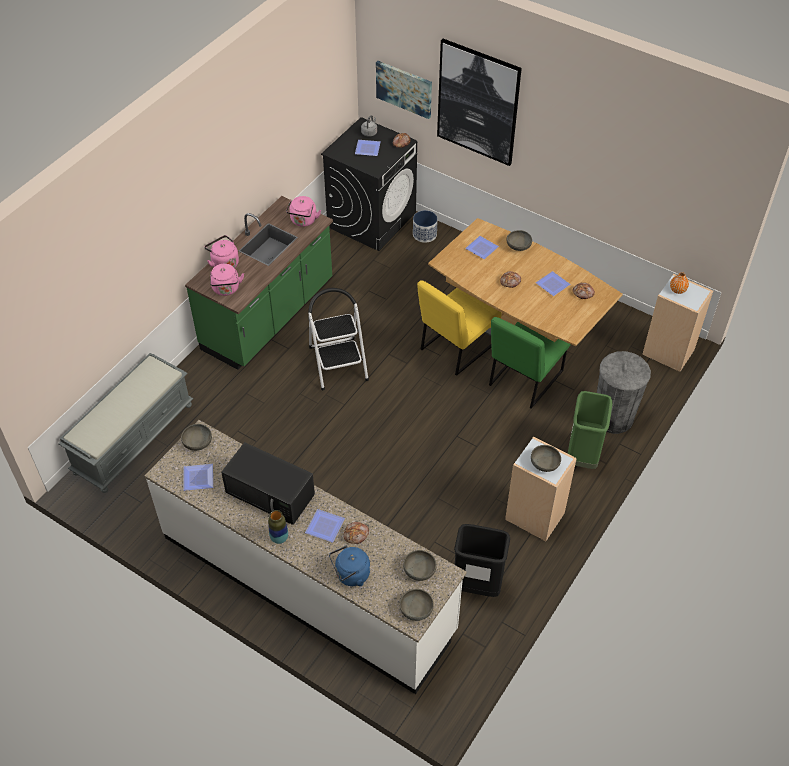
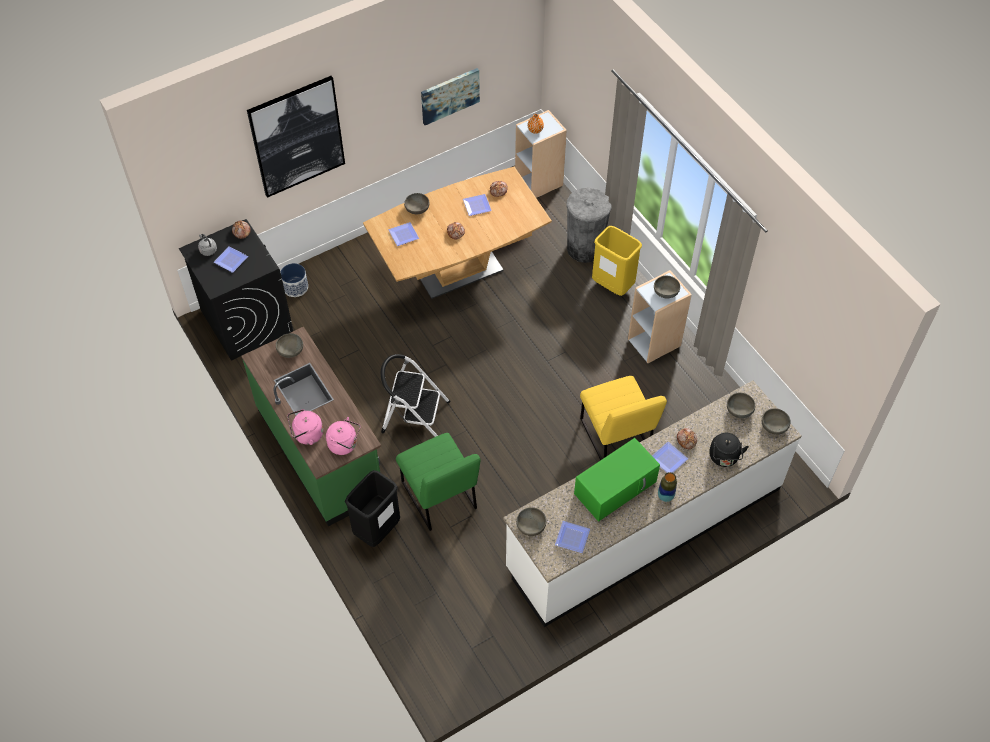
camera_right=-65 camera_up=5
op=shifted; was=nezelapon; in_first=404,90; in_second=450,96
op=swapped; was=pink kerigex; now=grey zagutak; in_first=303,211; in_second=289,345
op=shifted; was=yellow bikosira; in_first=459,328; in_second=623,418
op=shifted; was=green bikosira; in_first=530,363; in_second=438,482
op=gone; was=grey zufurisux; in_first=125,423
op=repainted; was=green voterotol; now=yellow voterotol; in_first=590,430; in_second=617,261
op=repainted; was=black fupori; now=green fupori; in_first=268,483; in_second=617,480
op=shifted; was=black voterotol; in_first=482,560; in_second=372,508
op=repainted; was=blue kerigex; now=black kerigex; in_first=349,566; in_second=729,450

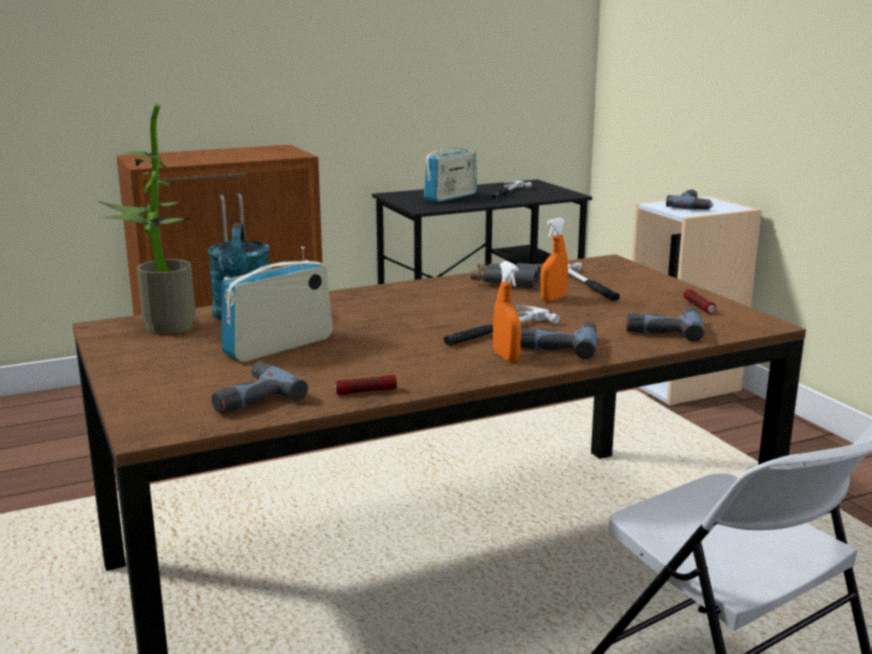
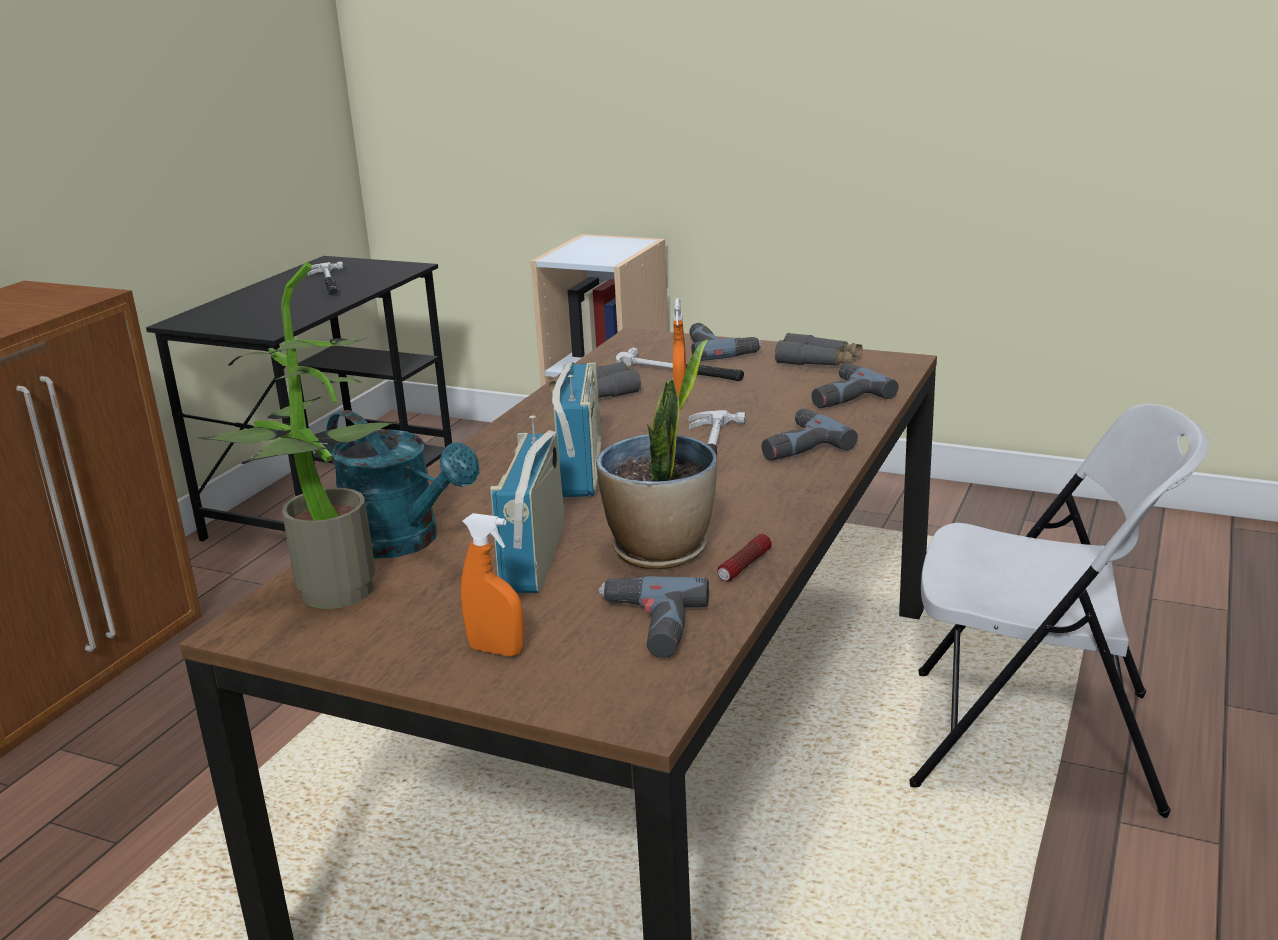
camera_right=-40 camera_up=5
op=shifted; was=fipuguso; in_first=450,173; in_second=576,429
op=shifted; was=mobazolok; in_first=690,199; in_second=725,342
op=shifted; was=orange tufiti; in_first=507,311; in_second=492,584
op=swapped; was=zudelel; now=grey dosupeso; in_first=699,301; in_second=818,349
op=new; now=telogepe; in_second=656,454

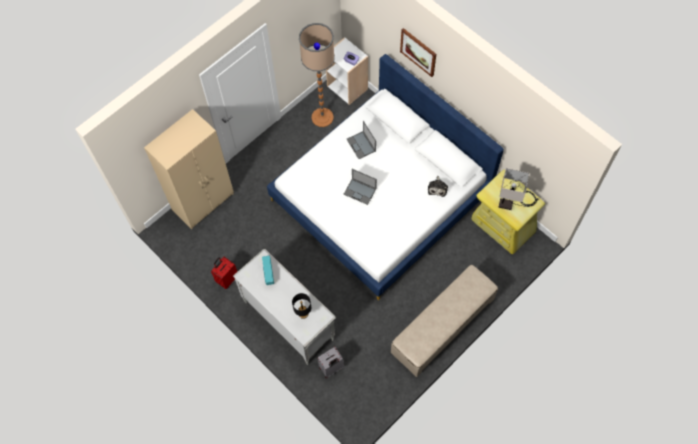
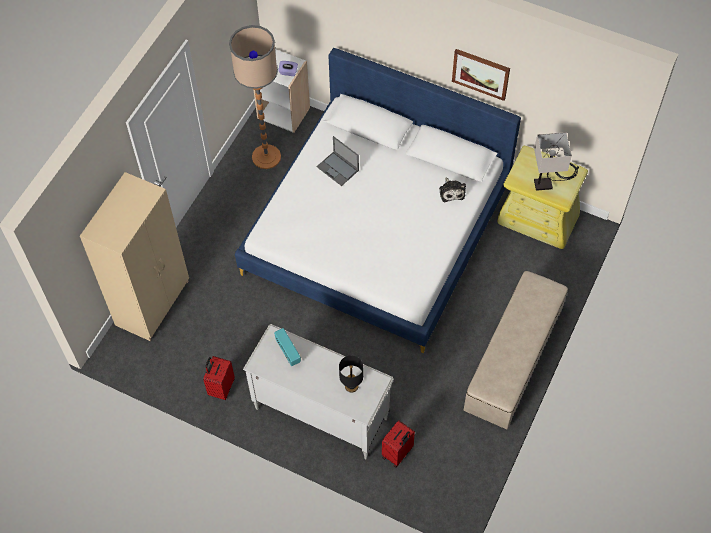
camera_right=-20 camera_up=-5
op=shifted; was=nezelapon; in_first=418,52; in_second=481,75
op=gone; was=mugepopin; in_first=360,187
op=repainted; was=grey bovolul; now=red bovolul; in_first=331,362; in_second=398,444

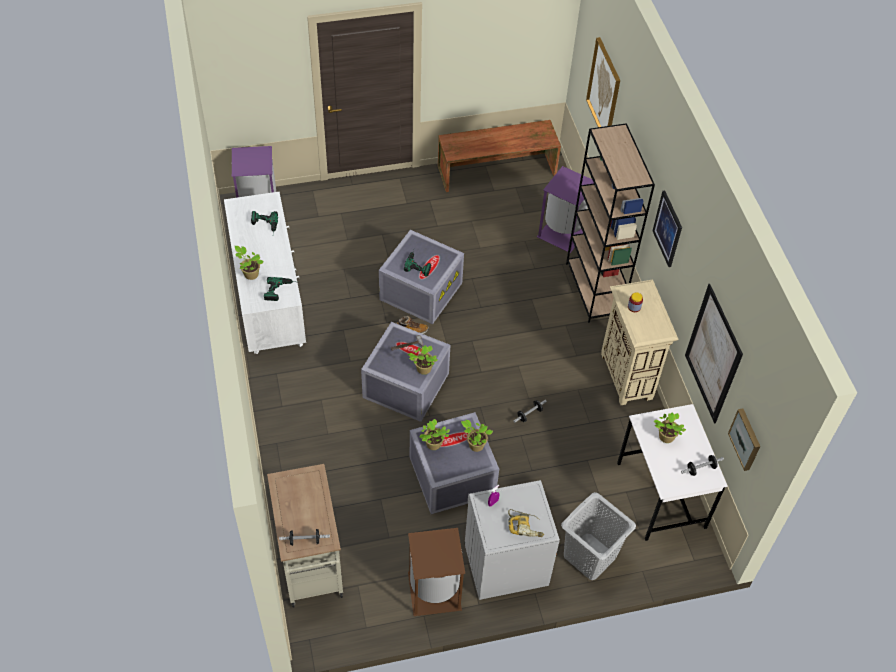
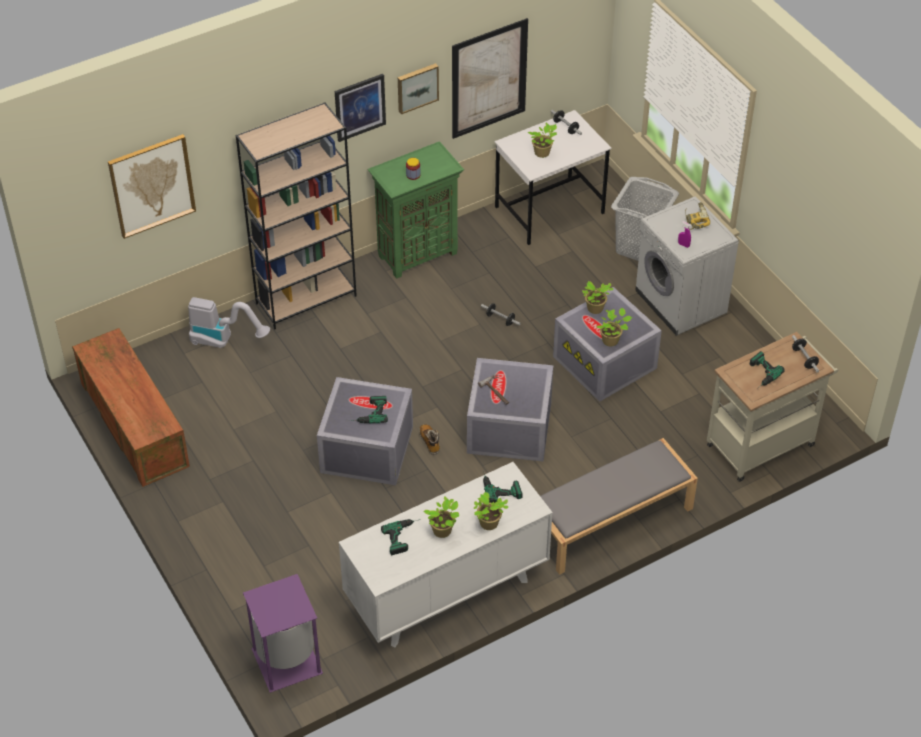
camera_right=-105 camera_up=-5
op=swapped; was=purple voterotol; now=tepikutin; in_first=565,209; in_second=229,322
op=repainted; was=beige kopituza; now=green kopituza; in_first=640,342; in_second=415,210
op=shifted; was=telogepe; in_first=422,360; in_second=441,517
op=shifted; was=nezelapon; in_first=744,439; in_second=418,88
op=gone; was=brown voterotol; in_first=436,572
op=new; now=mobazolok; in_second=767,370
op=new; now=grey zufurisux; in_second=619,506

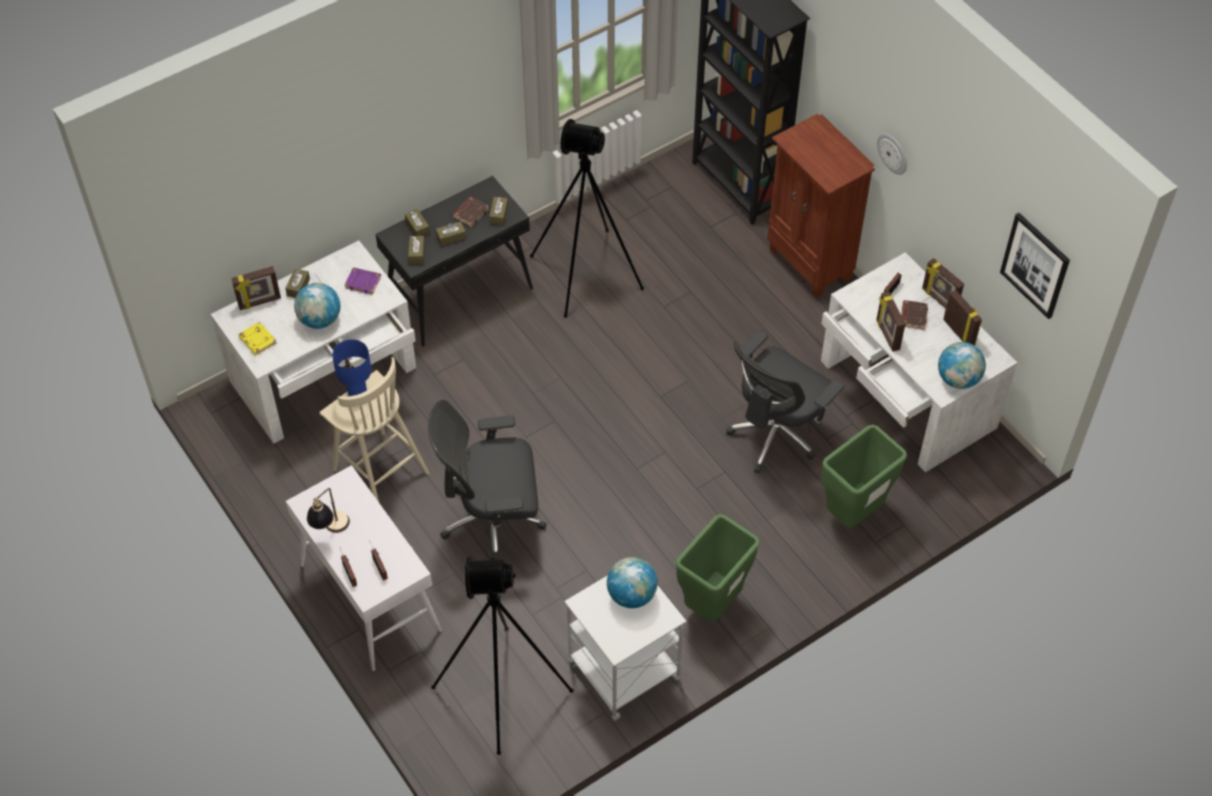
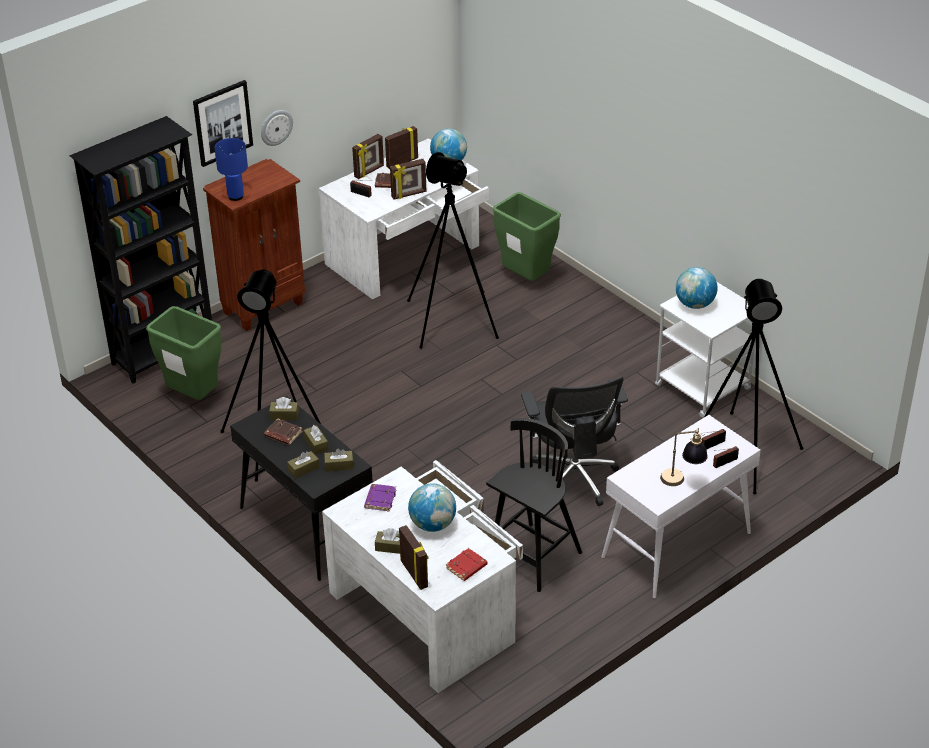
camera_right=-95 camera_up=-15
op=shifted; was=nezelapon; in_first=1035,266; in_second=223,123
op=repainted; was=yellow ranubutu; now=red ranubutu; in_first=257,338; in_second=466,564
op=swapped; was=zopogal; now=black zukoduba; in_first=785,402; in_second=453,250
op=shifted; was=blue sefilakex; in_first=351,367; in_second=231,169
op=repainted; was=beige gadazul; now=black gadazul; in_first=374,429; in_second=534,505
op=shifted; was=green voterotol; in_first=718,568; in_second=184,353

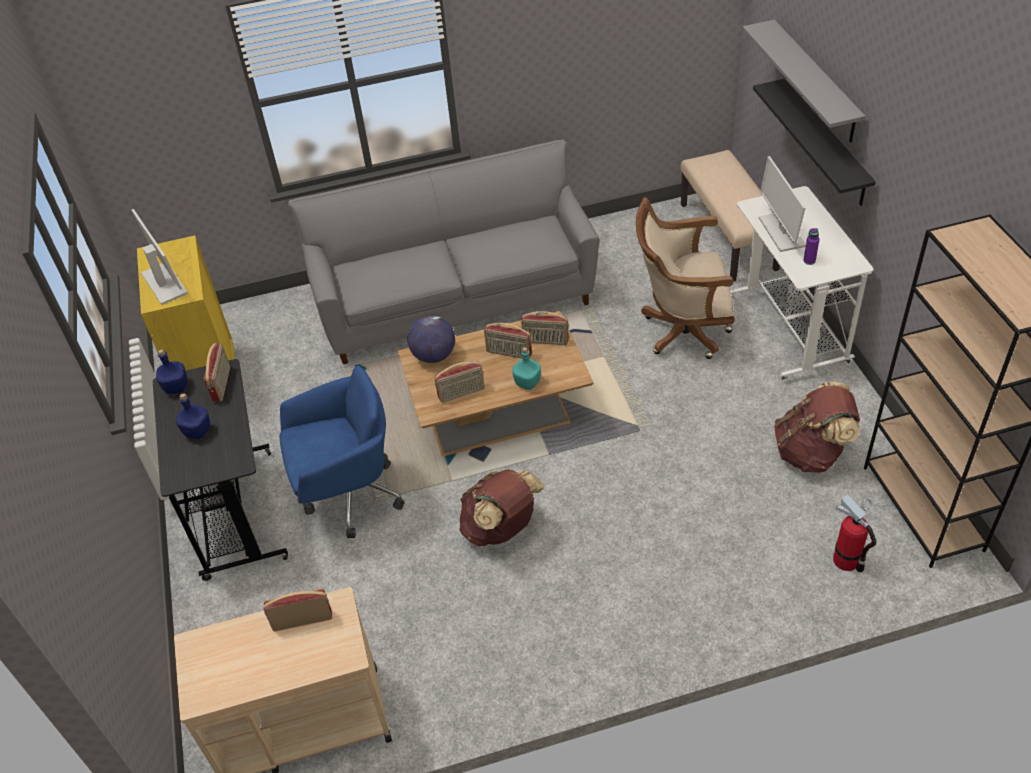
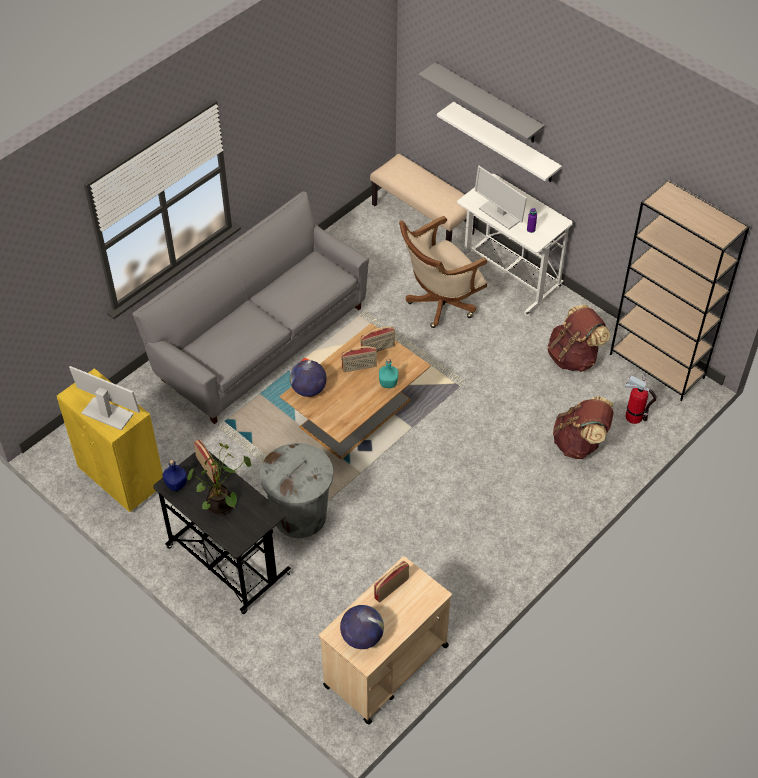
camera_right=-35 camera_up=5
op=repainted; was=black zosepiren; now=white zosepiren; in_first=814,142; in_second=499,142
op=gone; was=fipuguso; in_first=459,382
op=swapped; was=blue zopogal; now=grey voterotol; in_first=342,451; in_second=296,490
op=swapped; was=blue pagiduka; now=telogepe; in_first=192,416; in_second=219,479
op=shifted; was=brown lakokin; in_first=501,507; in_second=583,427
op=new; now=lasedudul; in_second=362,627

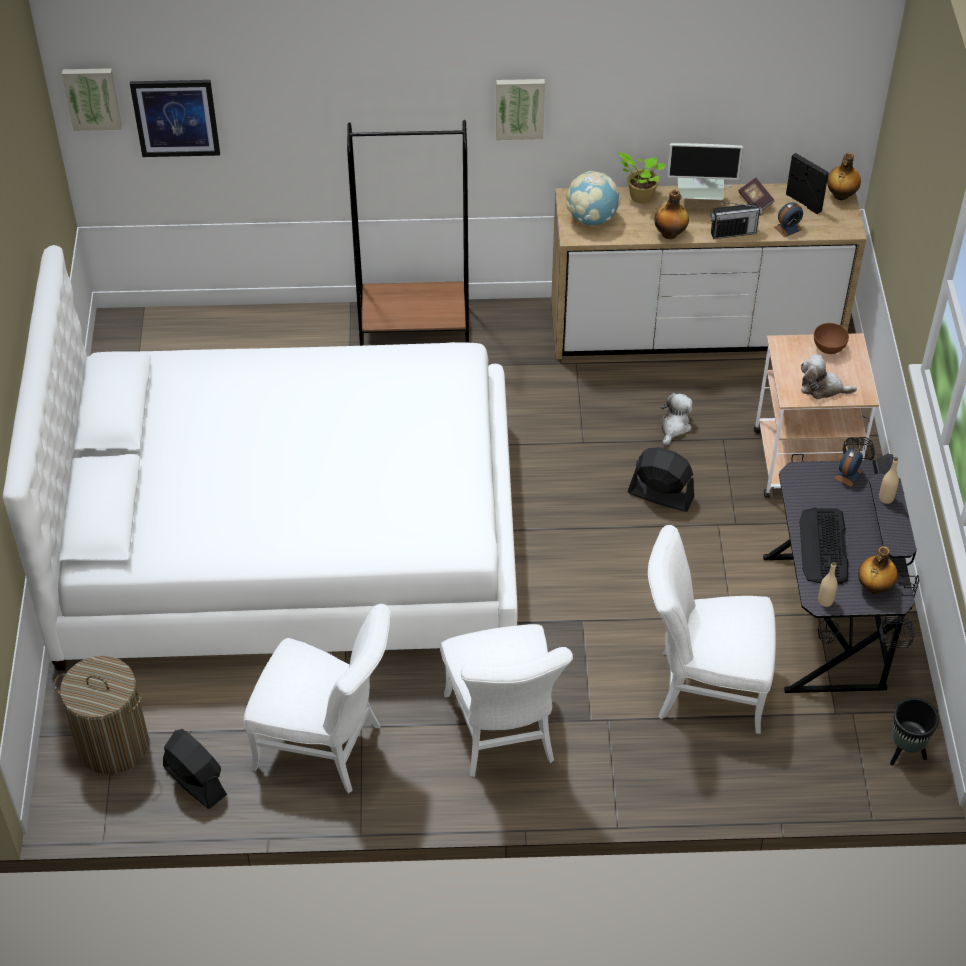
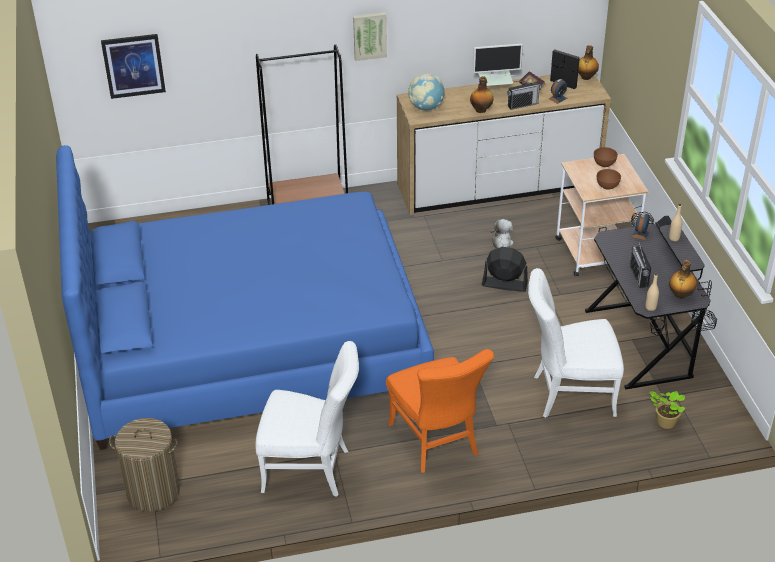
camera_right=-10 camera_up=-10
op=gone; was=nezelapon; in_first=92,99
op=shifted; was=telogepe; in_first=642,178; in_second=667,410
op=repainted; was=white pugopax; now=blue pugopax; in_first=260,458; in_second=245,297
op=swapped; was=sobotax; now=brown zagutak; in_first=829,376; in_second=609,179
op=swapped; was=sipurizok; now=fipuguso; in_first=823,546; in_second=640,264
op=repainted; was=white bikosira; now=orange bikosira; in_first=506,700; in_second=440,411
op=gone; was=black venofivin; in_first=914,731
op=gone; was=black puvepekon; in_first=195,769

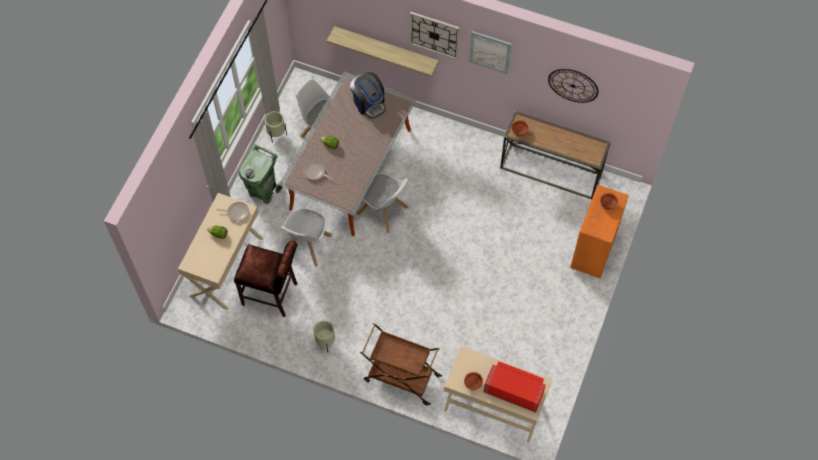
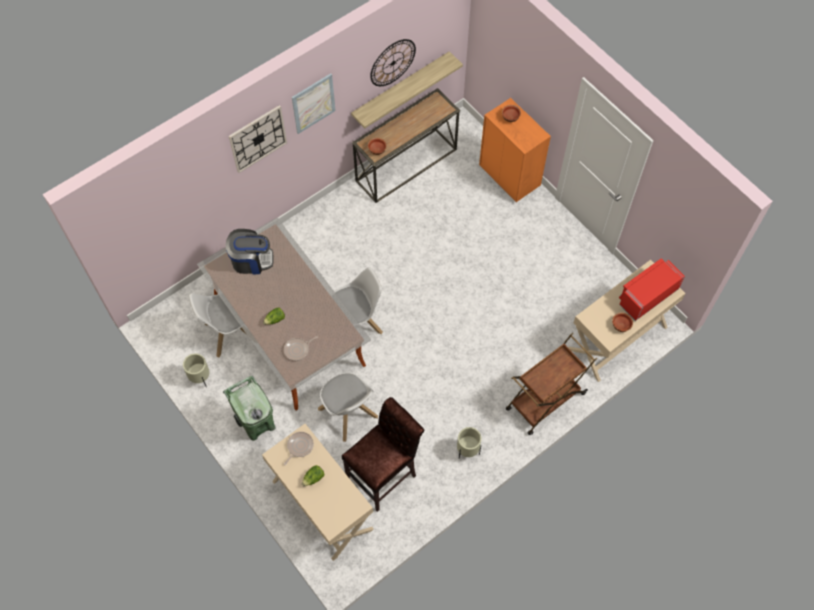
camera_right=-60 camera_up=0
op=shifted; was=zosepiren; in_first=383,51; in_second=407,90

